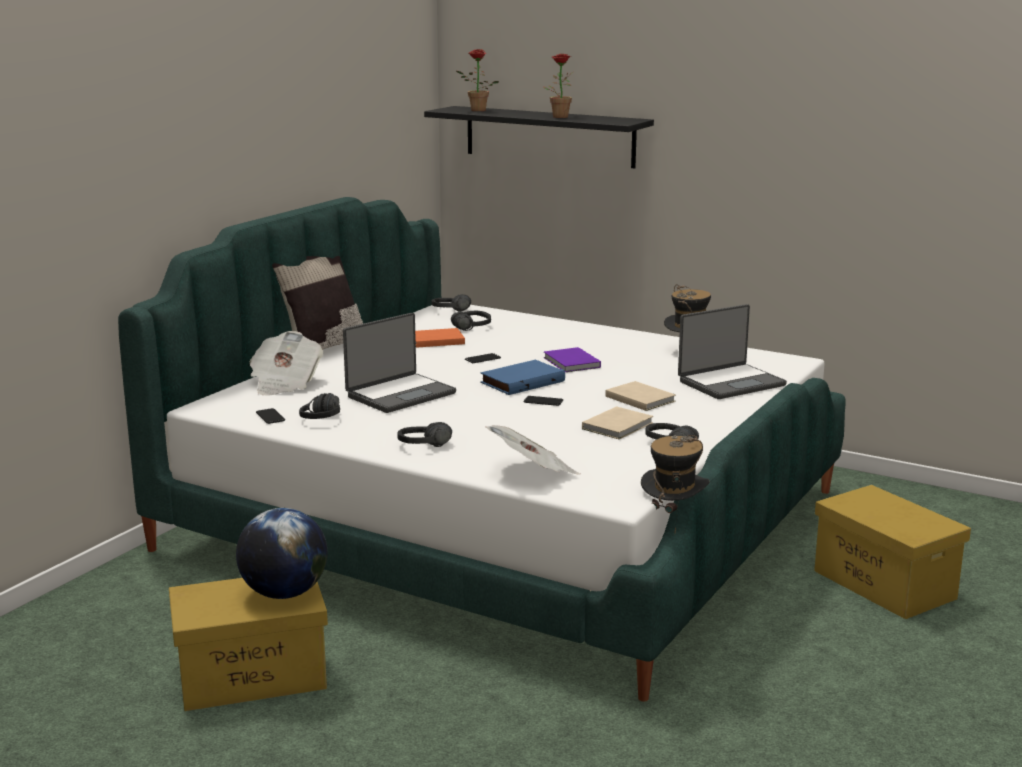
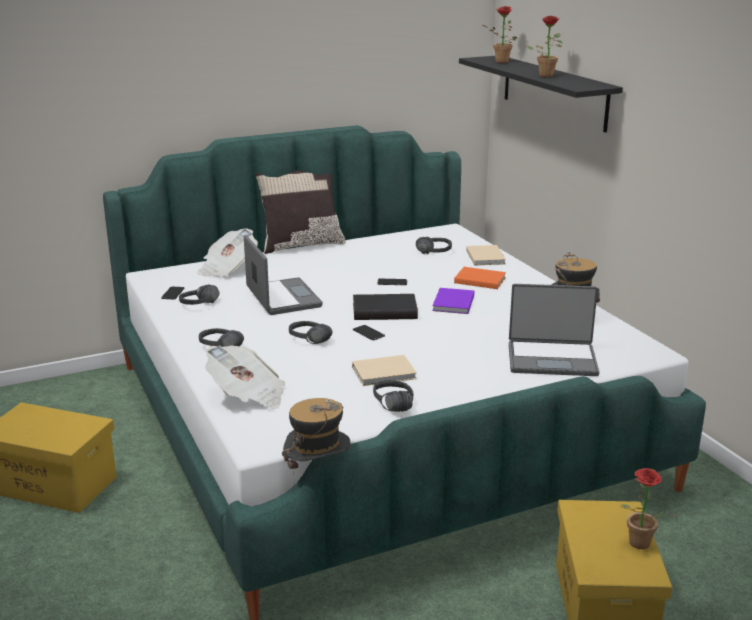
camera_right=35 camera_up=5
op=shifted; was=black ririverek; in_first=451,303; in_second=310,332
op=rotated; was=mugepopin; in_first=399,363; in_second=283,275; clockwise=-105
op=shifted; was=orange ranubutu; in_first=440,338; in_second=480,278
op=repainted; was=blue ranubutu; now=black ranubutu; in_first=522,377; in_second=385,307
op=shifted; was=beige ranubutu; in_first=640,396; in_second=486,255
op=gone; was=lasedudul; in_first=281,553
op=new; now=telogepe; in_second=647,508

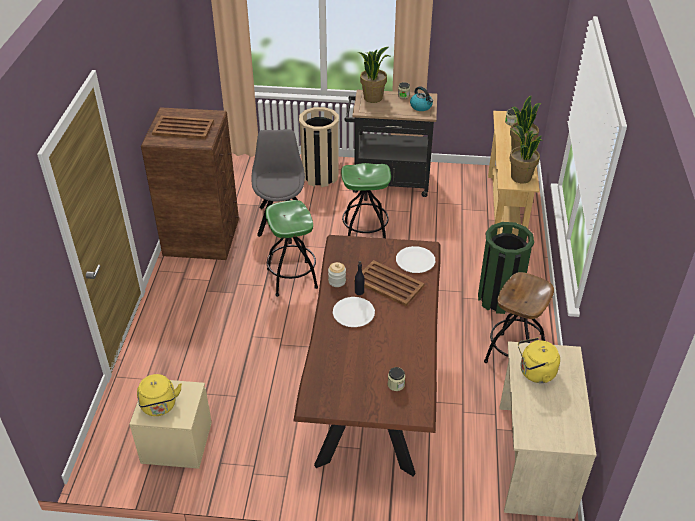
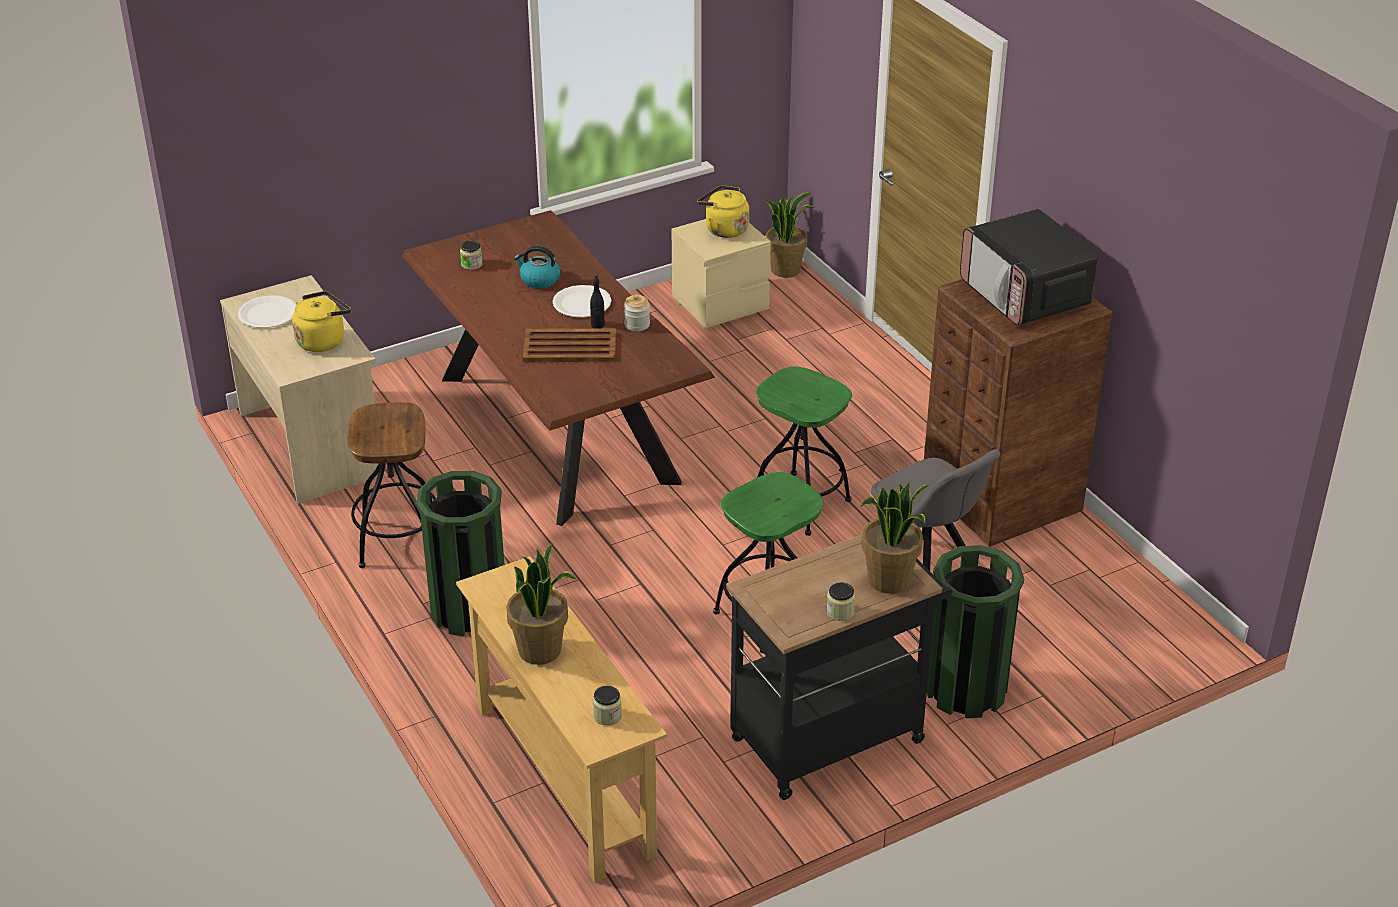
camera_right=145 camera_up=-5
op=shifted; was=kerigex; in_first=421,98; in_second=537,267
op=repainted; was=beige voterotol; now=green voterotol; in_first=319,147; in_second=975,631
op=swapped; was=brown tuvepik; now=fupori; in_first=183,127; in_second=1028,267
op=shifted; was=telogepe; in_first=526,154; in_second=788,235
op=shifted; was=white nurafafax; in_first=415,259; in_second=267,311

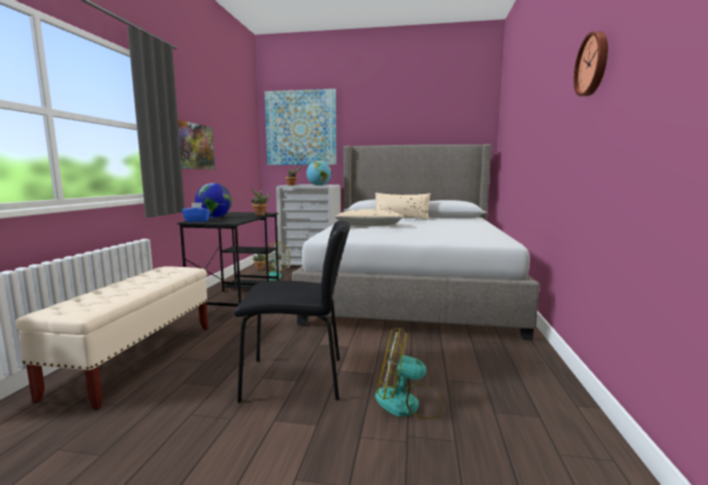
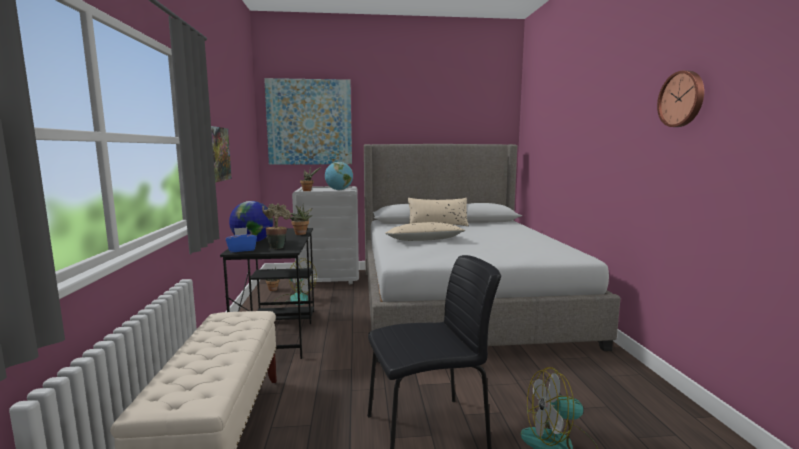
camera_right=-15 camera_up=0
op=new; now=telogepe; in_second=276,226

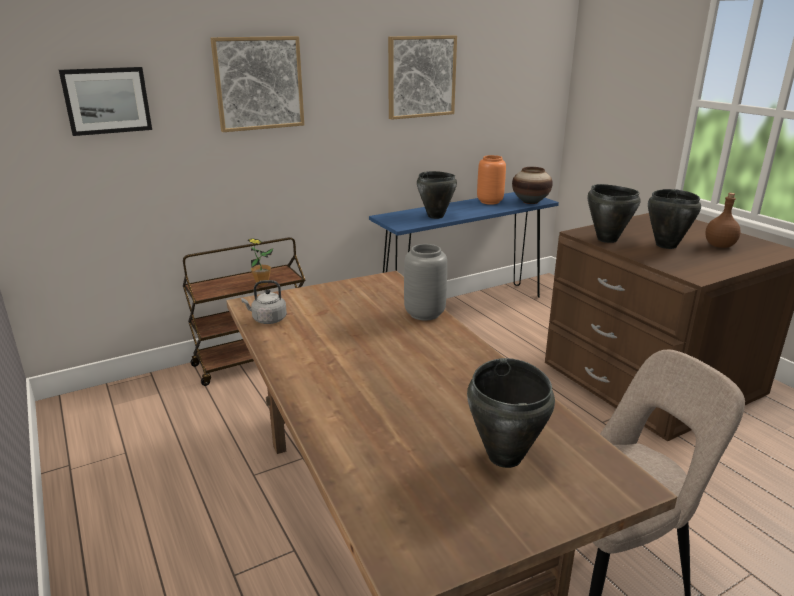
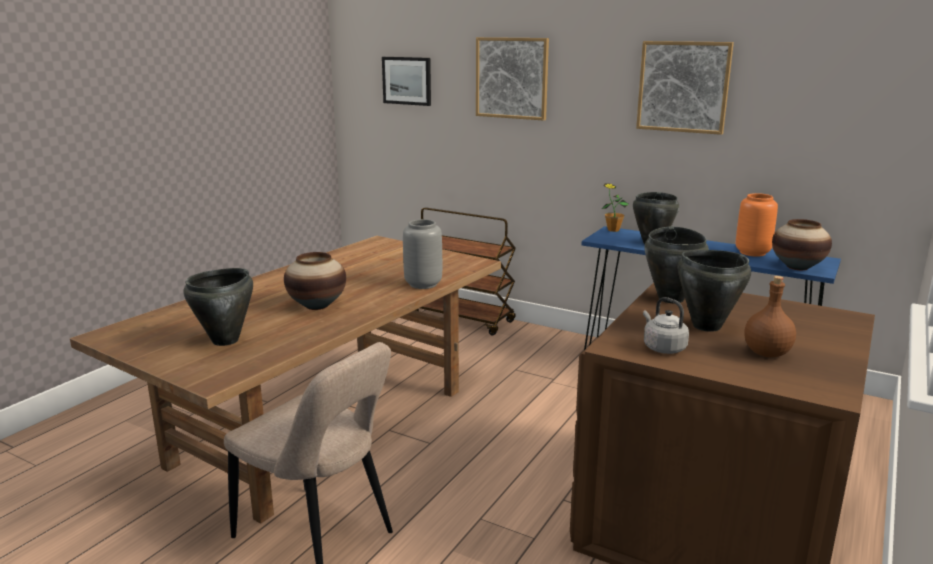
camera_right=60 camera_up=-5
op=shifted; was=telogepe; in_first=261,262; in_second=615,207
op=shifted; was=grey kerigex; in_first=264,302; in_second=666,325
op=new; now=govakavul; in_second=315,281

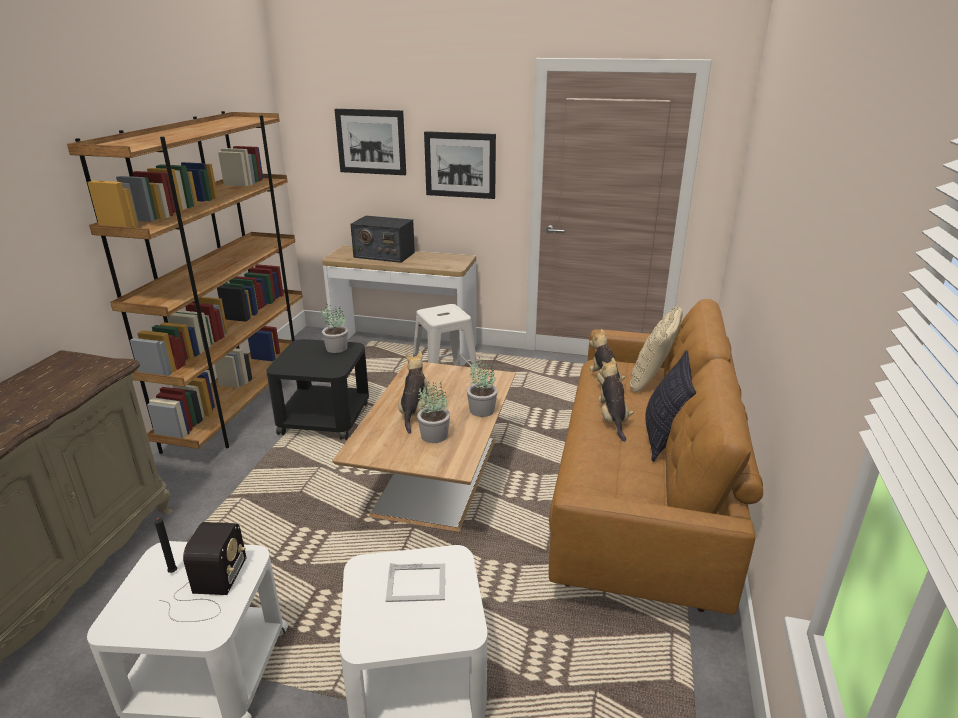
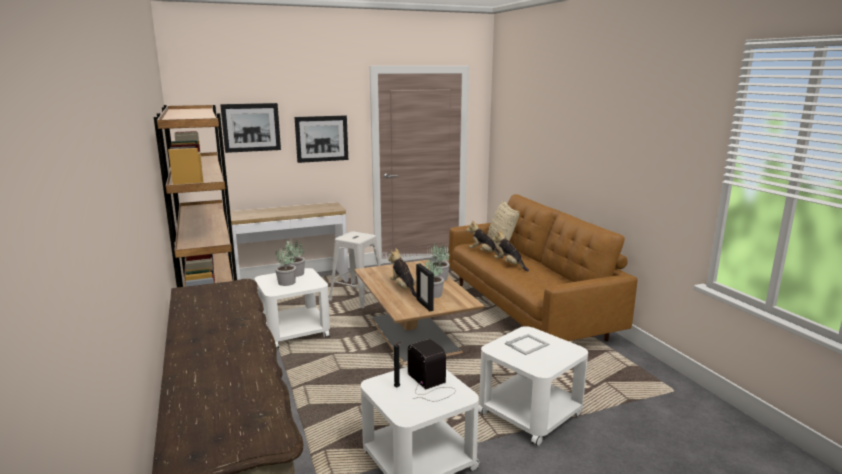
camera_right=-35 camera_up=-10
op=gone; was=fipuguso; in_first=382,239
op=repainted; was=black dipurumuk; now=white dipurumuk; in_first=317,389; in_second=292,308
op=gone; was=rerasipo; in_first=670,406
op=new; now=telogepe; in_second=285,266
op=new; now=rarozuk; in_second=425,287

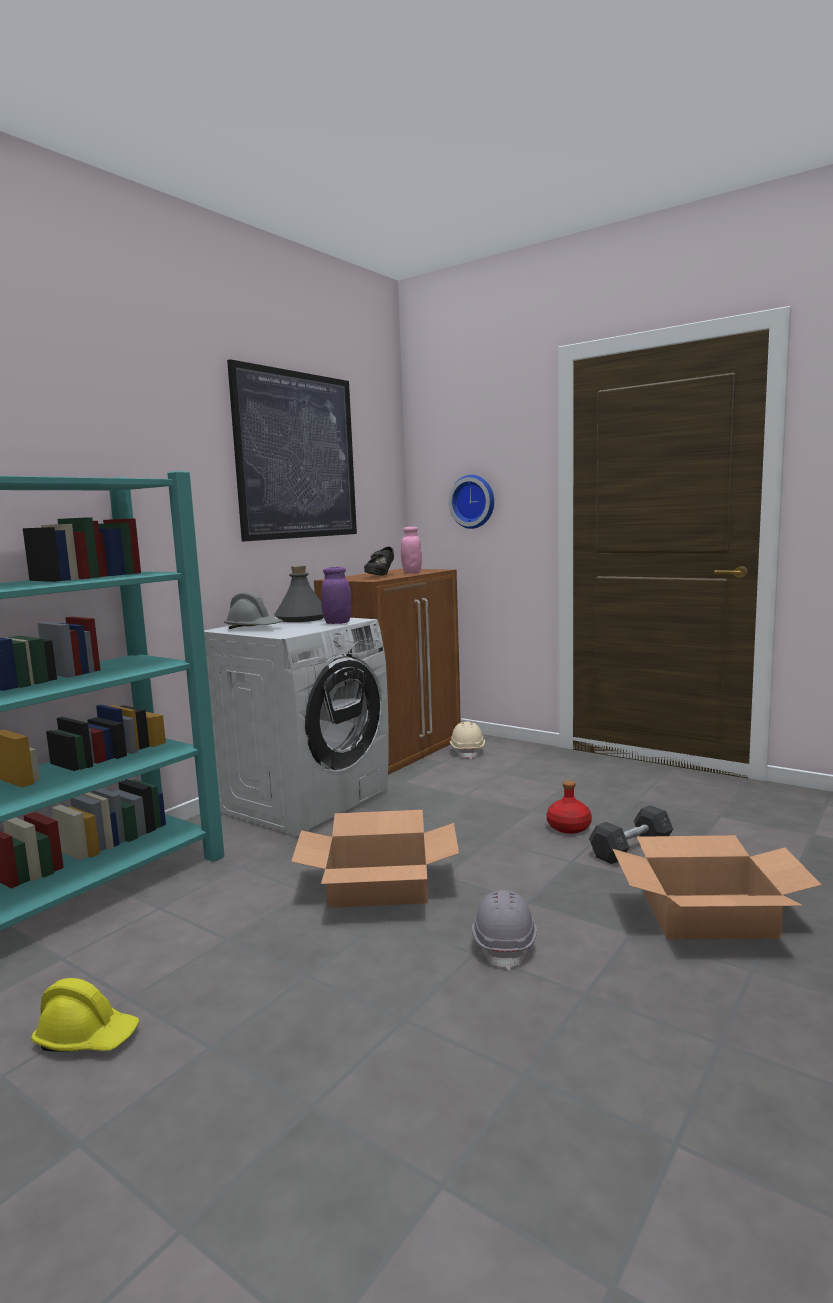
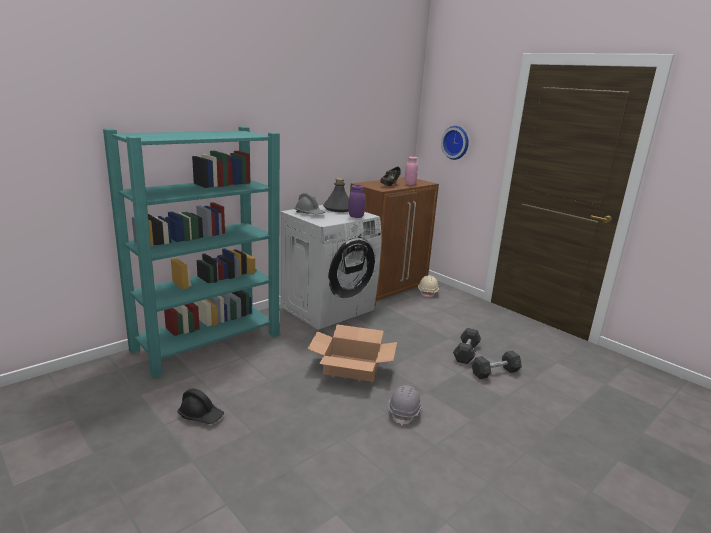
camera_right=10 camera_up=10
op=gone; was=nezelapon; in_first=292,450
op=swapped; was=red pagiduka; now=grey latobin; in_first=569,807; in_second=467,346
op=gone; was=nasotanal; in_first=717,887
op=repainted; was=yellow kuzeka; now=black kuzeka; in_first=85,1015; in_second=200,406

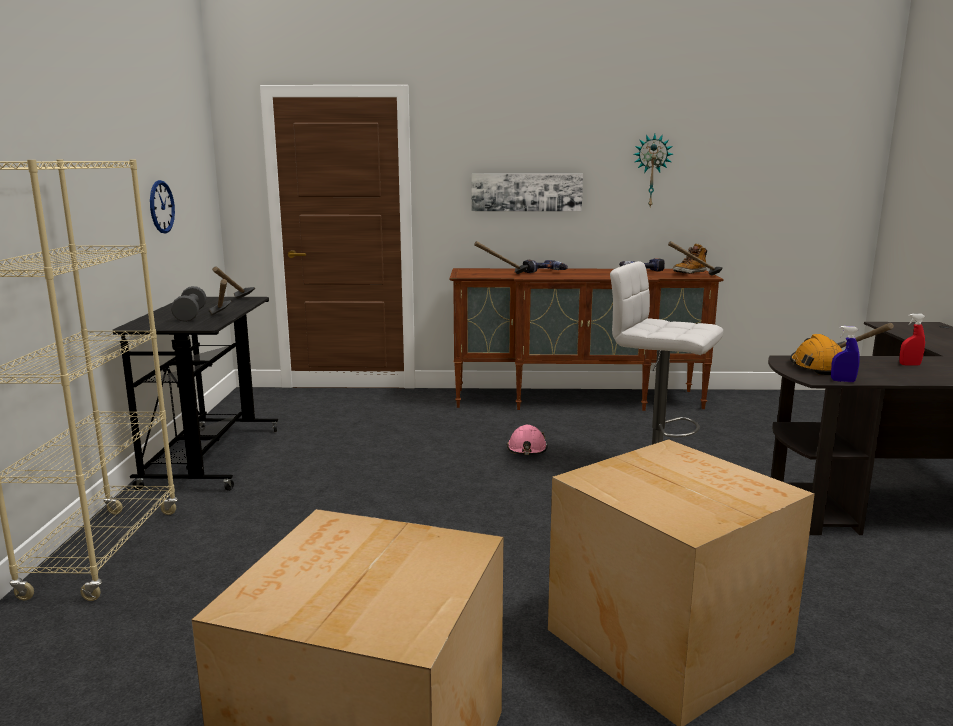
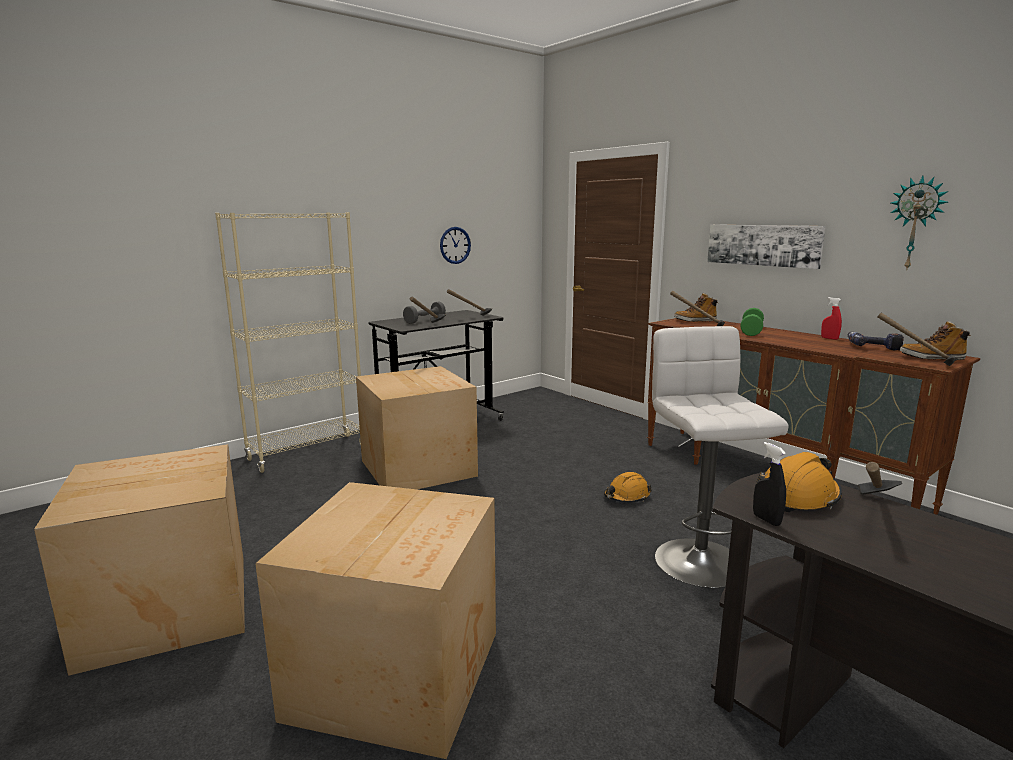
camera_right=50 camera_up=0
op=swapped; was=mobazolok; now=green latobin; in_first=545,266; in_second=752,322
op=shifted; was=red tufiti; in_first=912,340; in_second=831,318
op=repainted; was=blue tufiti; now=black tufiti; in_first=845,354; in_second=769,484
op=repainted; was=pink kuzeka; now=orange kuzeka; in_first=527,440; in_second=628,487
op=new; now=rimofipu; in_second=696,307
op=new; now=nasotanal; in_second=417,427

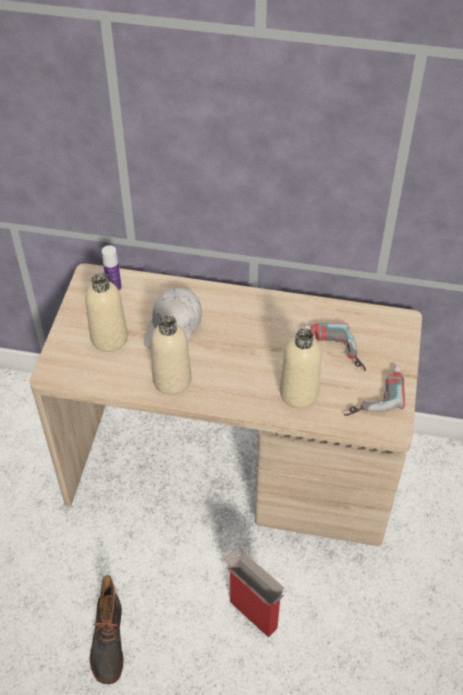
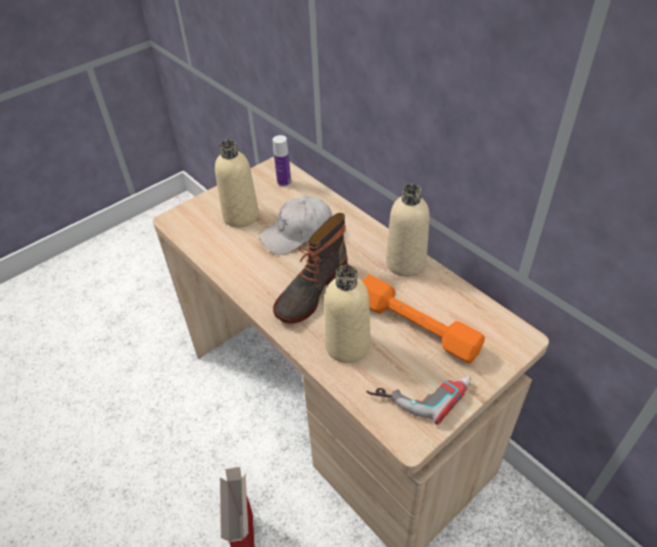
camera_right=40 camera_up=-5
op=shifted; was=beige pagiduka; in_first=171,355; in_second=408,230
op=swapped; was=mobazolok; now=orange latobin; in_first=333,347; in_second=423,319
op=shifted; was=rimofipu; in_first=107,629; in_second=310,268

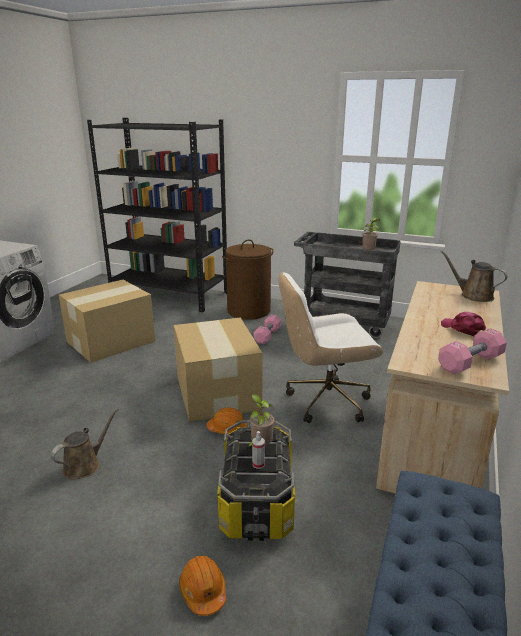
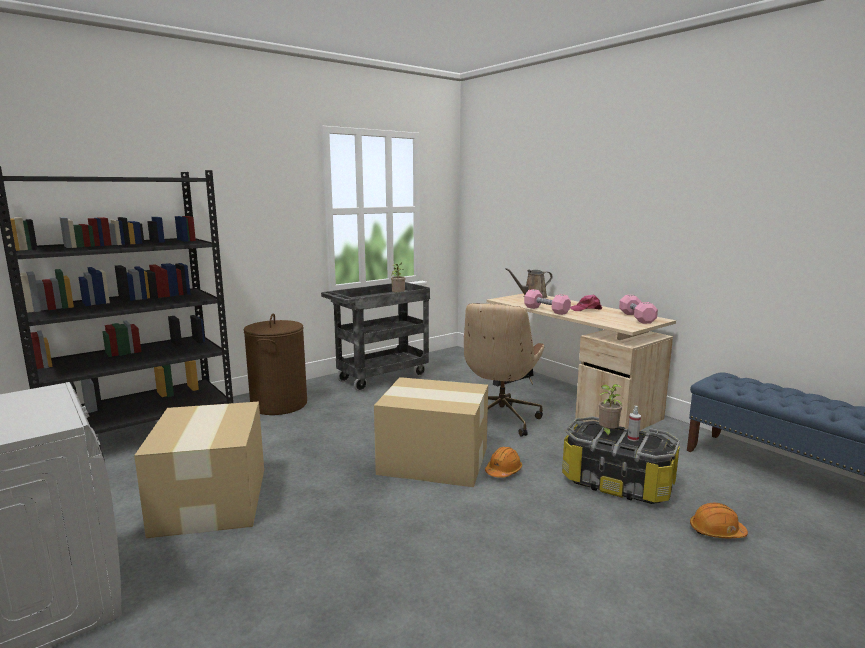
camera_right=-60 camera_up=-10
op=repainted; was=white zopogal; now=brown zopogal; in_first=331,347; in_second=504,370
op=shifted; was=pink latobin; in_first=267,329; in_second=547,302
op=gone; was=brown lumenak; in_first=84,444

